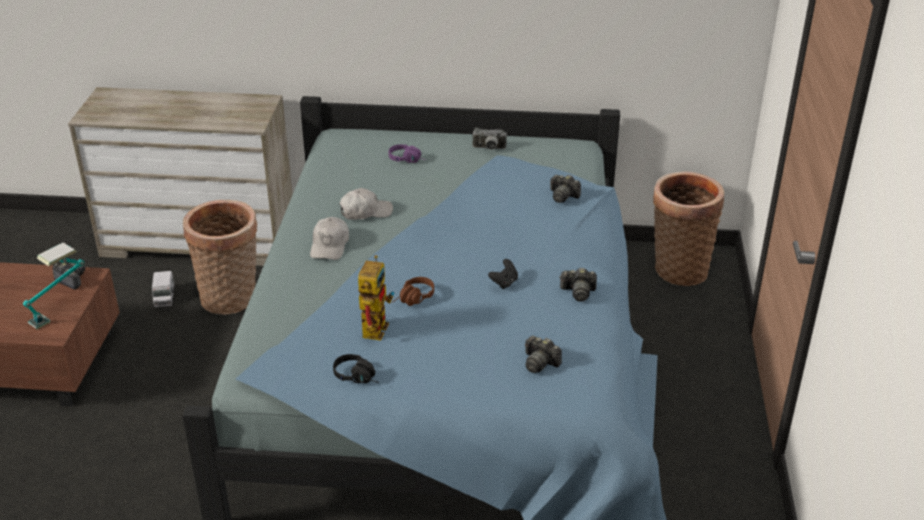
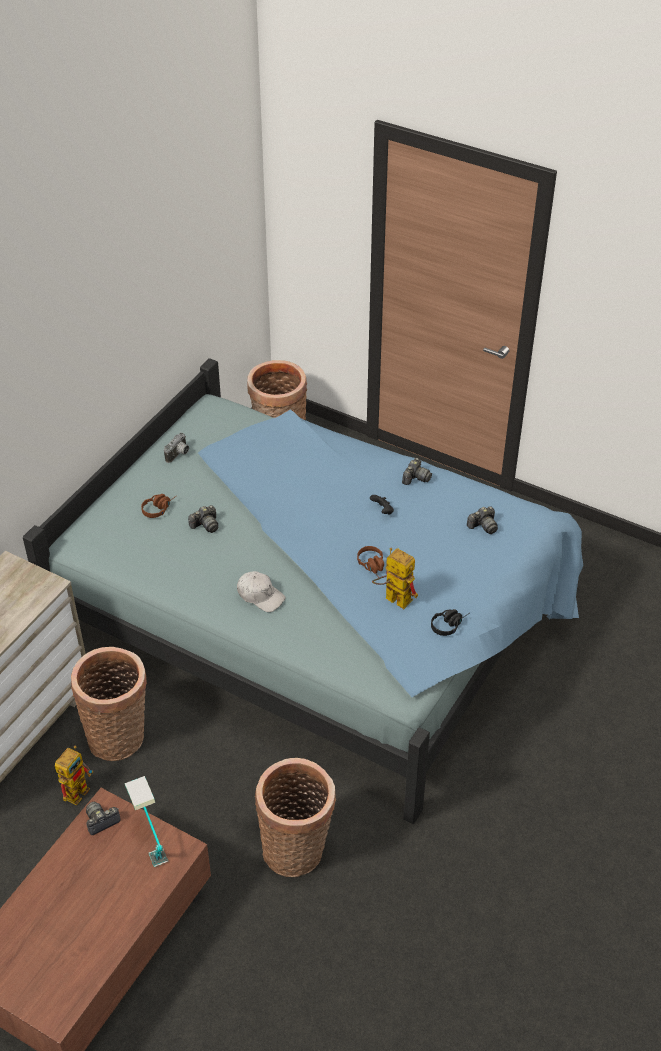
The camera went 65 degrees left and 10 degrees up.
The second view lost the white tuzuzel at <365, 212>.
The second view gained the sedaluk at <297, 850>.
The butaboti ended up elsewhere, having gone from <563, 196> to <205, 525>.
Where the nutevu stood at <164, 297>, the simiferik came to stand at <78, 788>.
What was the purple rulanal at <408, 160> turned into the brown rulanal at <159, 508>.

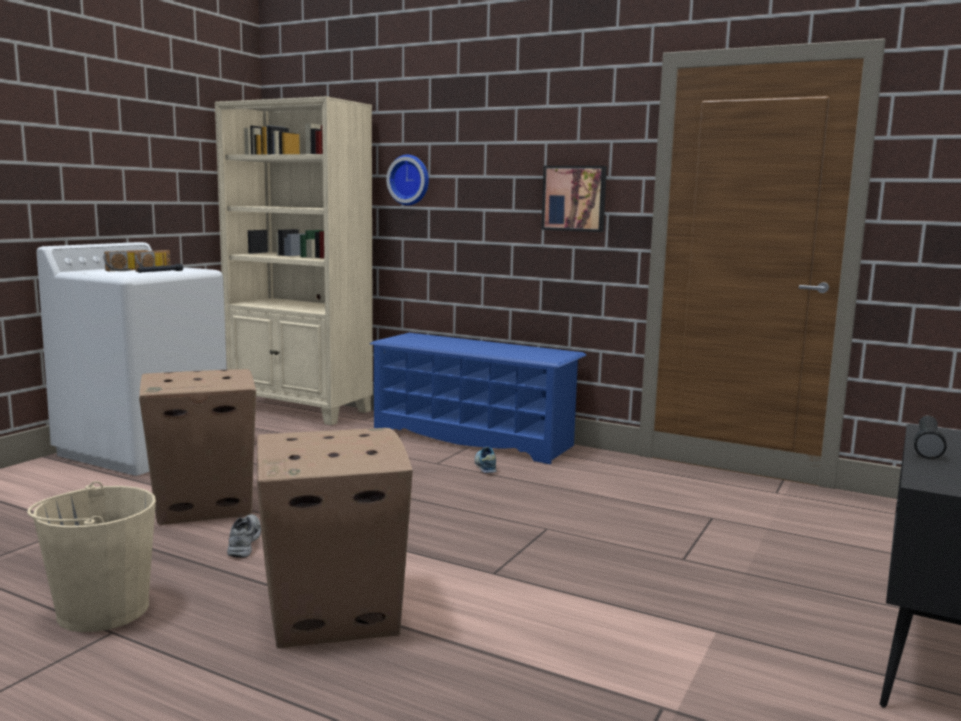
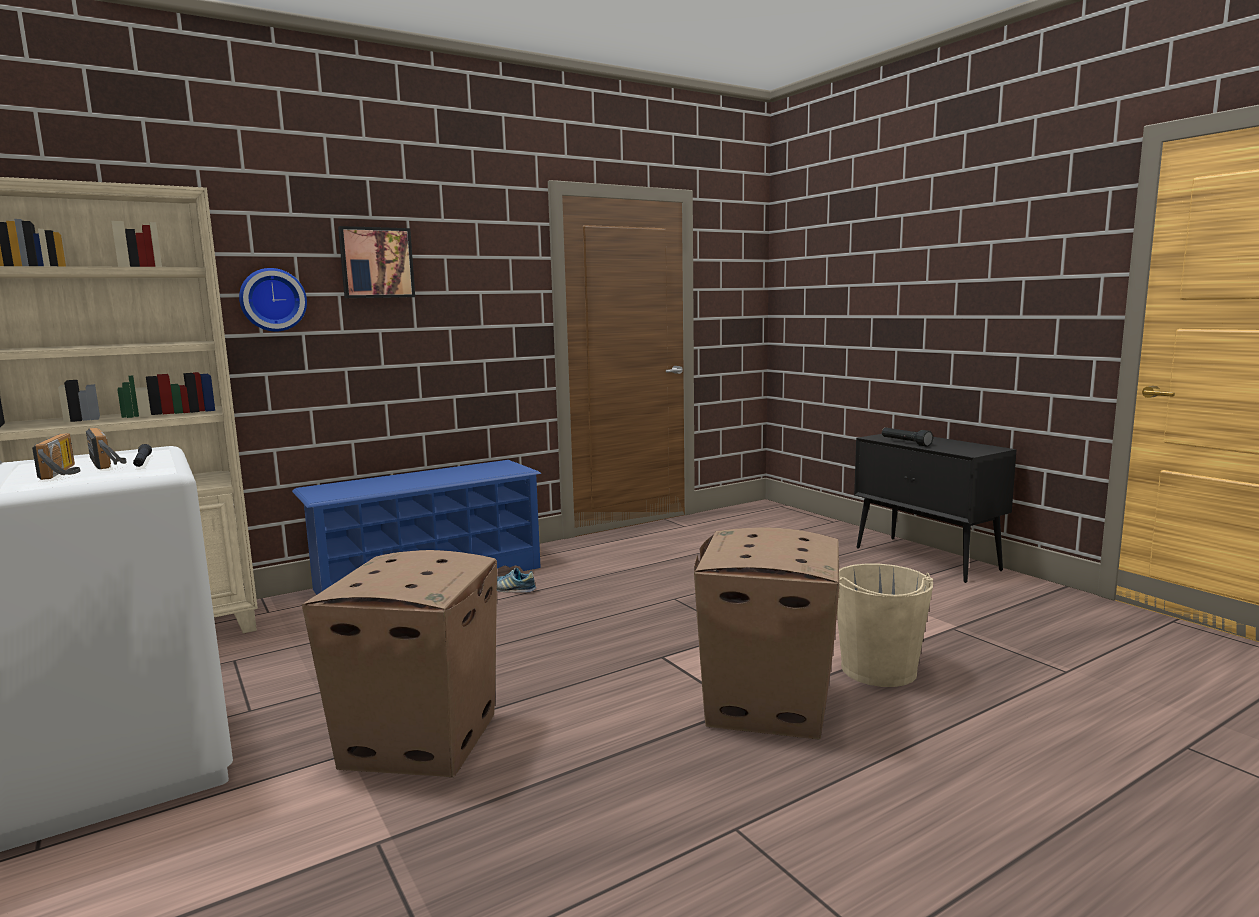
The camera went 60 degrees left and 0 degrees up.
The second view lost the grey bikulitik at <242, 542>.
The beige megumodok ended up elsewhere, having gone from <102, 610> to <878, 670>.
The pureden ended up elsewhere, having gone from <574, 198> to <376, 263>.

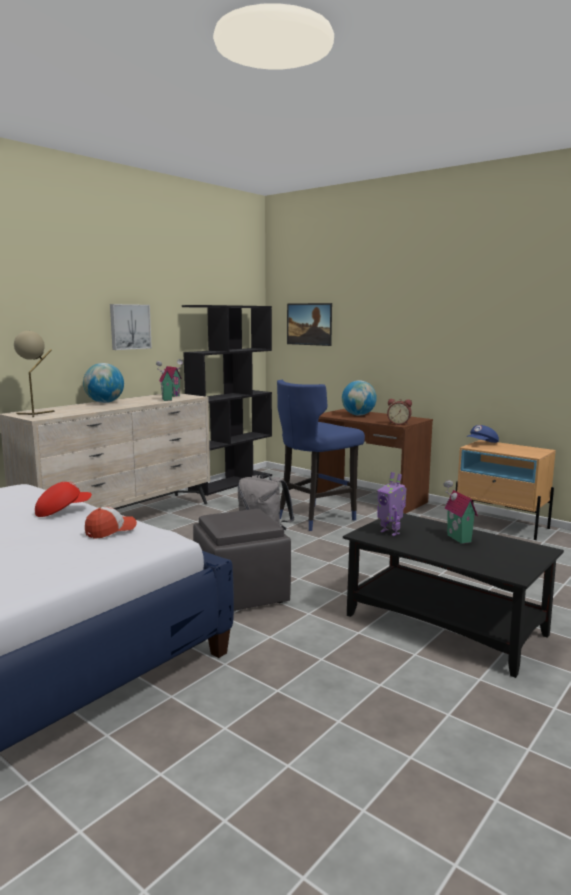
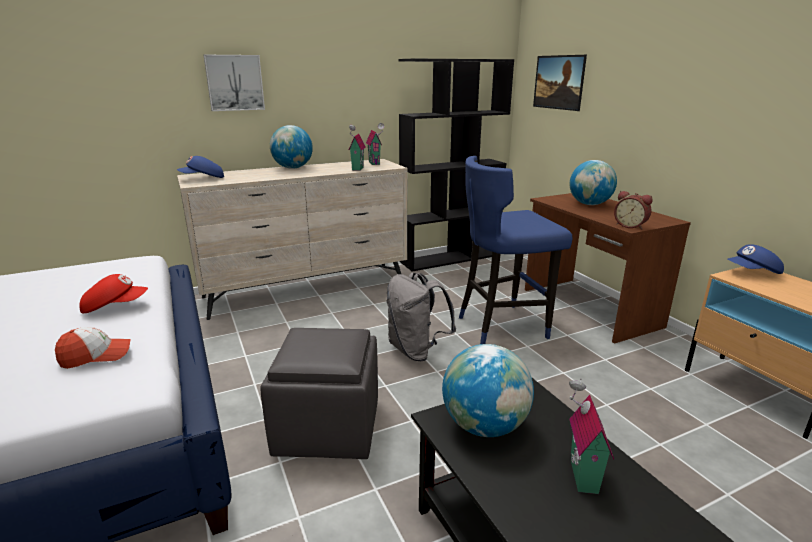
The camera went 25 degrees right and 10 degrees up.
The pureden ended up elsewhere, having gone from <129, 326> to <234, 83>.
Where the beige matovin stood at <36, 414>, the blue tuzuzel came to stand at <203, 179>.
Where the simiferik stood at <390, 532>, the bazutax came to stand at <484, 426>.

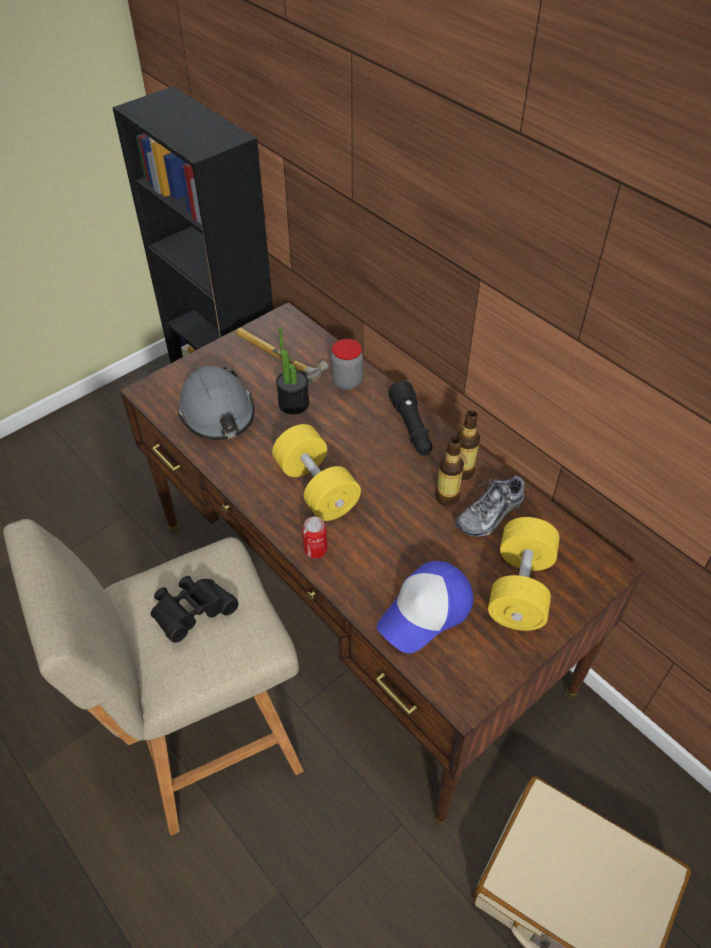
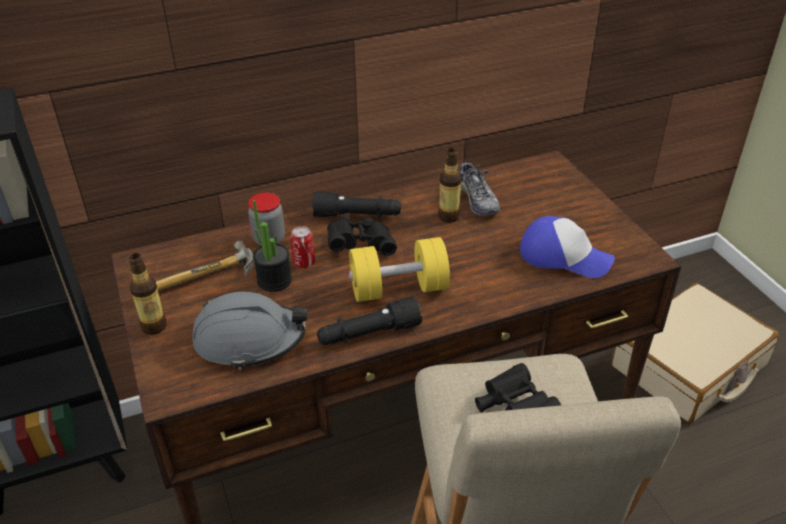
The camera went 70 degrees left and 10 degrees down.
The second view lost the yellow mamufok at <520, 588>.
The second view gained the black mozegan at <369, 334>.
The second view gained the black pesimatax at <360, 245>.
The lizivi ended up elsewhere, having gone from <315, 550> to <304, 263>.
The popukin ended up elsewhere, having gone from <462, 471> to <154, 326>.
The tuzuzel at <426, 612> ended up facing another way, 45 degrees counterclockwise from before.

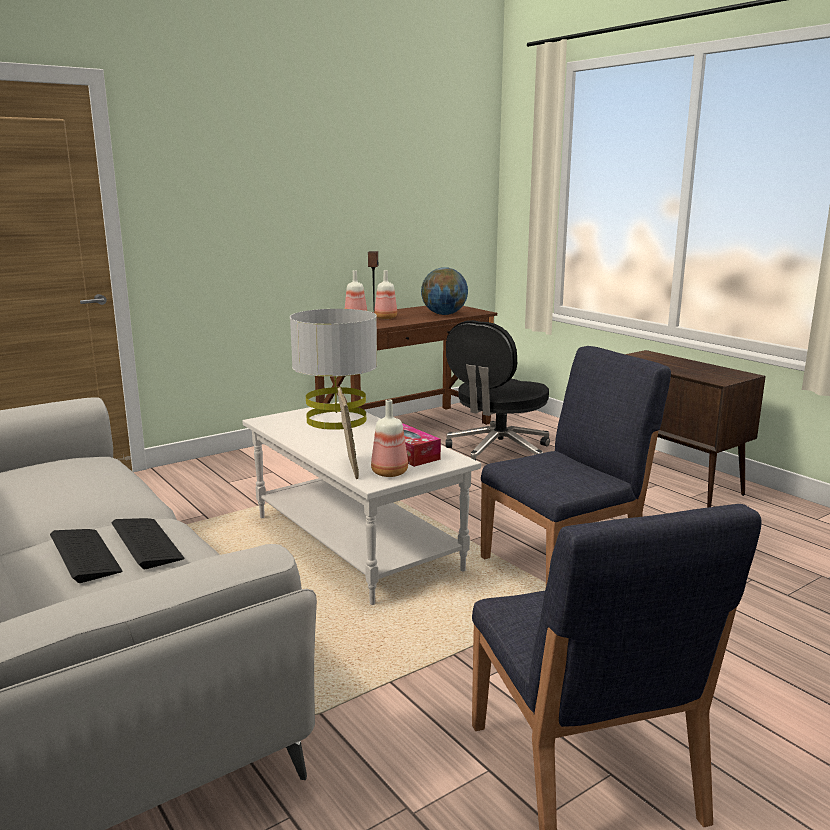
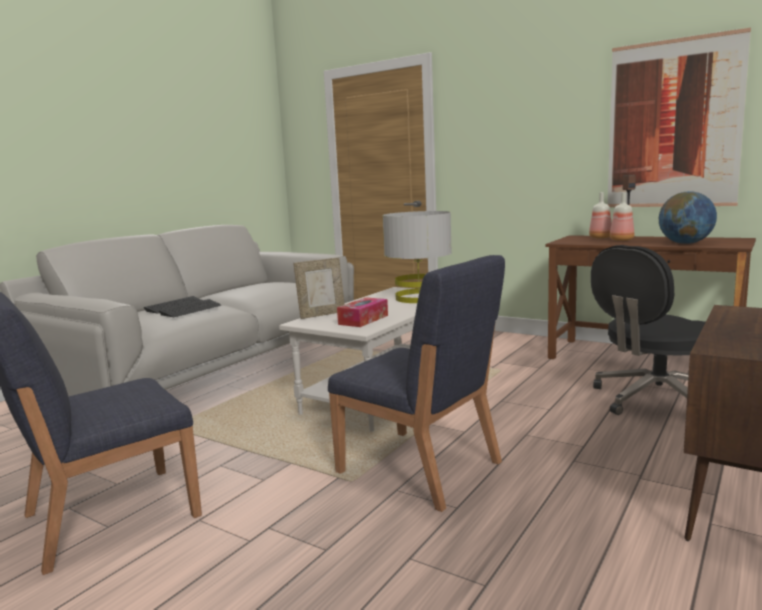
The camera went 70 degrees right and 5 degrees down.
The second view lost the popukin at <390, 473>.
The second view gained the pureden at <673, 124>.
The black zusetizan at <497, 452> ended up facing another way, 45 degrees counterclockwise from before.

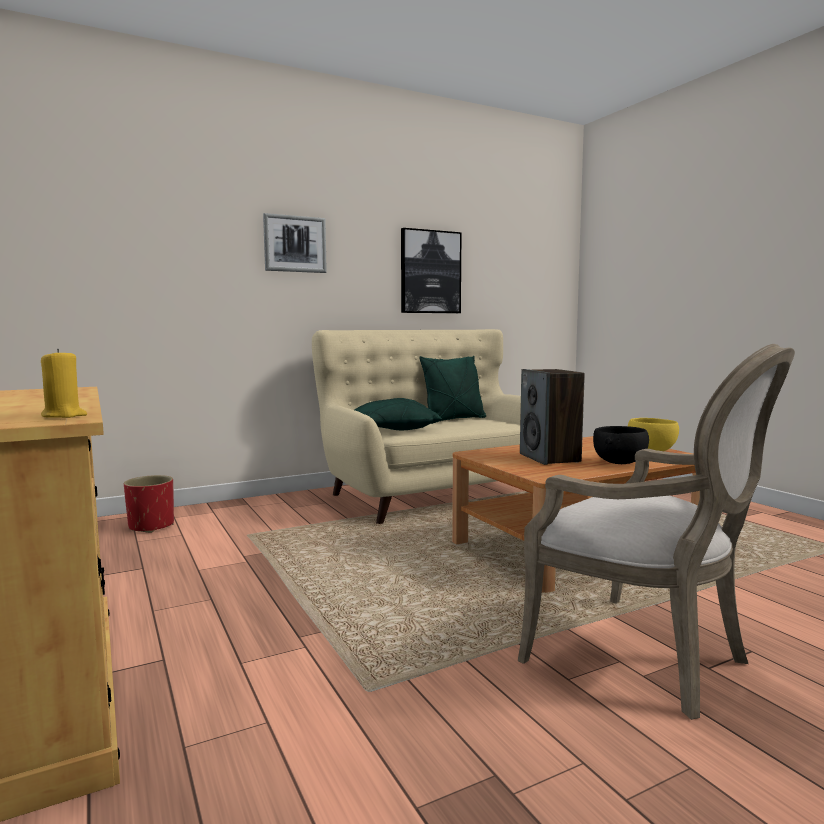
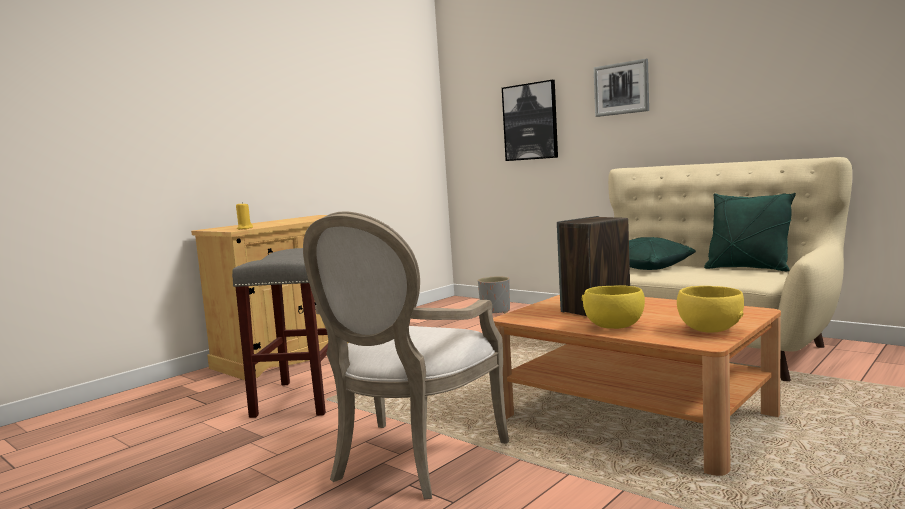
The camera went 70 degrees right and 0 degrees up.
The second view gained the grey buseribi at <301, 397>.
The pureden ended up elsewhere, having gone from <430, 272> to <530, 121>.
What was the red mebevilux at <151, 526> turned into the grey mebevilux at <495, 311>.
What was the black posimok at <620, 462> turned into the yellow posimok at <614, 326>.

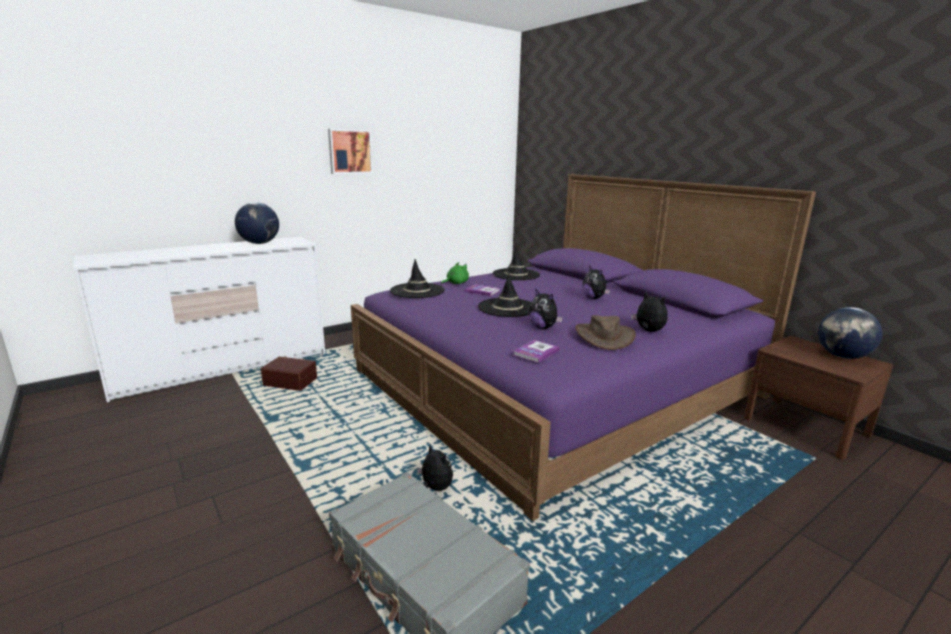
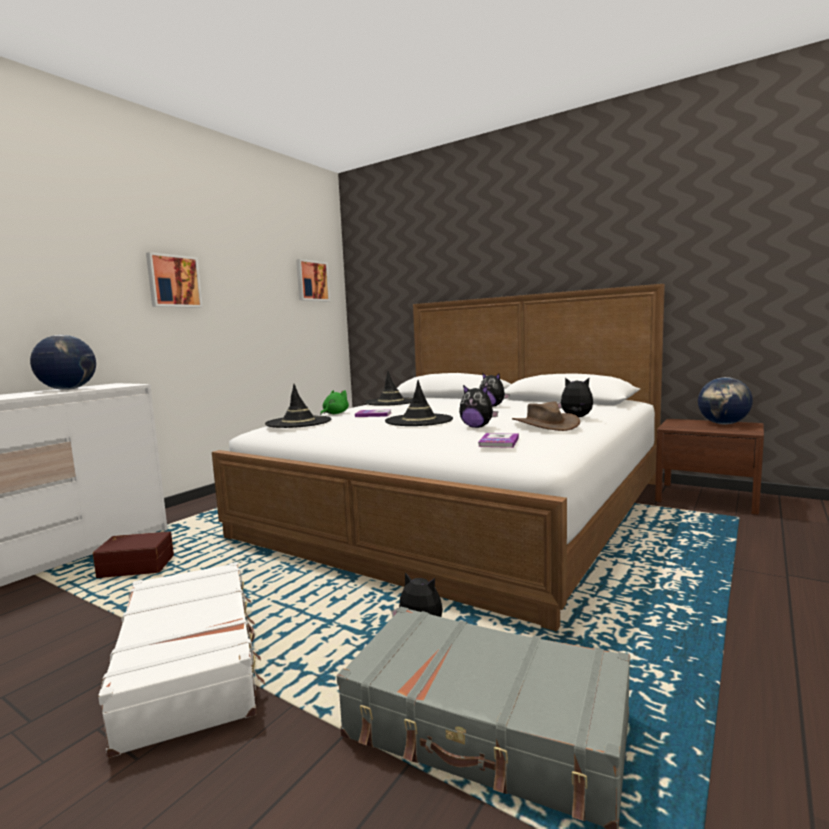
The camera went 20 degrees left and 10 degrees down.
The second view gained the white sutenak at <191, 664>.
The second view gained the pureden at <311, 281>.
What was the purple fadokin at <554, 382> turned into the white fadokin at <462, 507>.

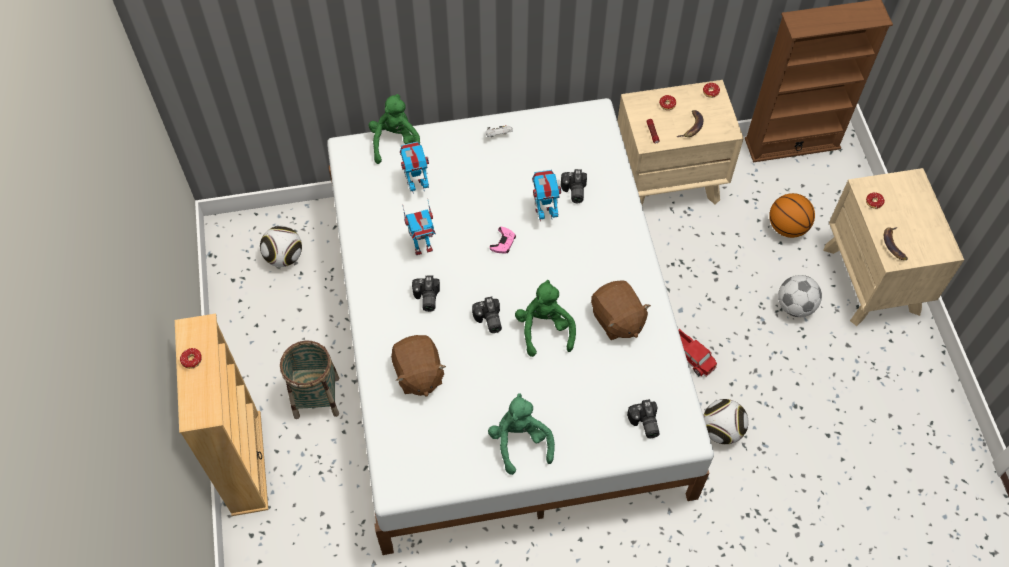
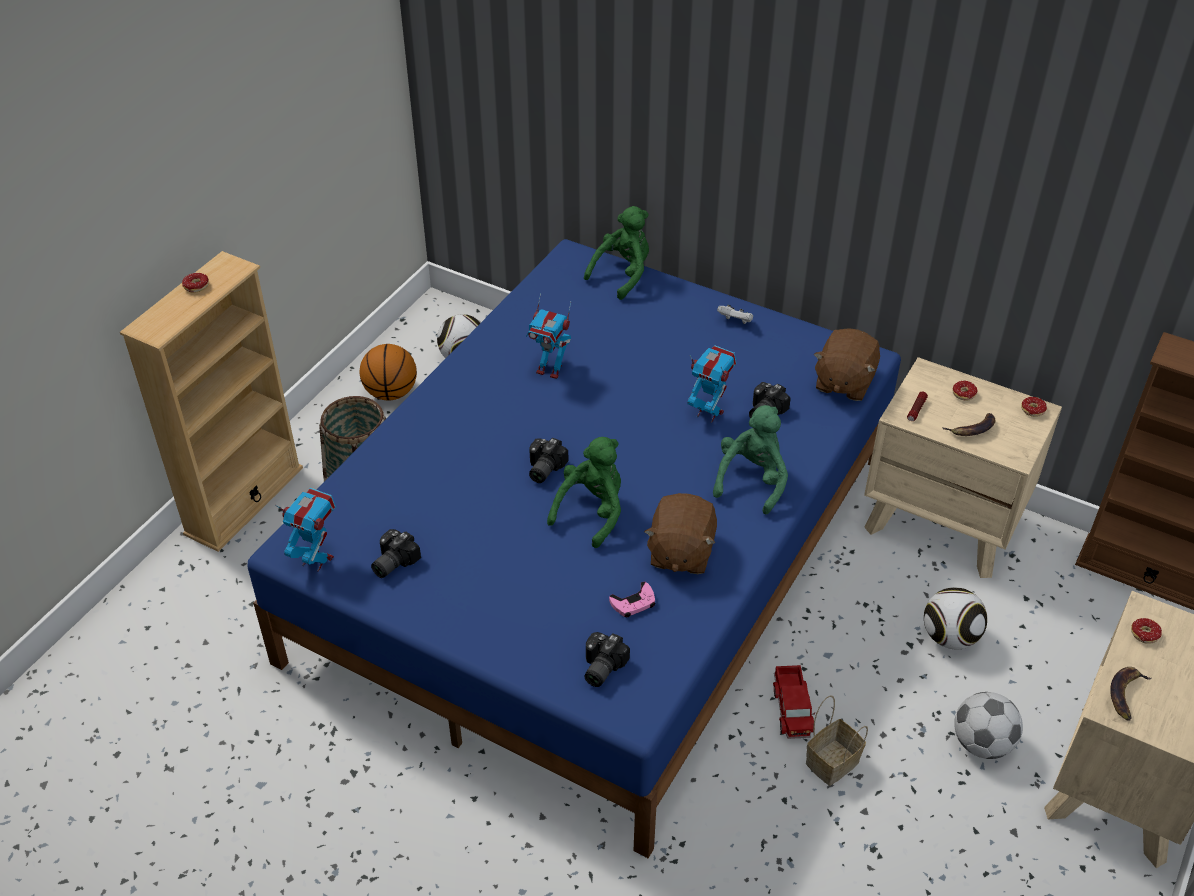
The camera went 40 degrees right and 15 degrees down.
The second view gained the sedaluk at <832, 764>.
The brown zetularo ended up elsewhere, having gone from <418, 374> to <843, 382>.
The simiferik ended up elsewhere, having gone from <417, 186> to <316, 560>.
The butaboti ended up elsewhere, having gone from <426, 298> to <391, 562>.
The green zetularo ended up elsewhere, having gone from <520, 441> to <752, 480>.
The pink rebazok ended up elsewhere, having gone from <503, 242> to <633, 603>.
The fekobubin ended up elsewhere, having gone from <721, 430> to <949, 636>.
The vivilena ended up elsewhere, having gone from <787, 227> to <391, 392>.
What was the white fadokin at <505, 339> turned into the blue fadokin at <598, 557>.

